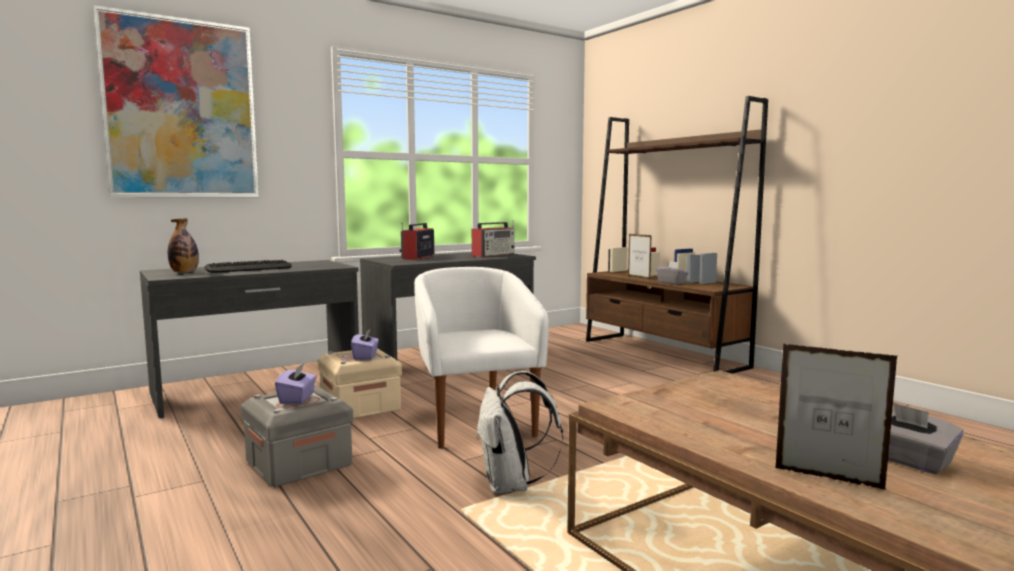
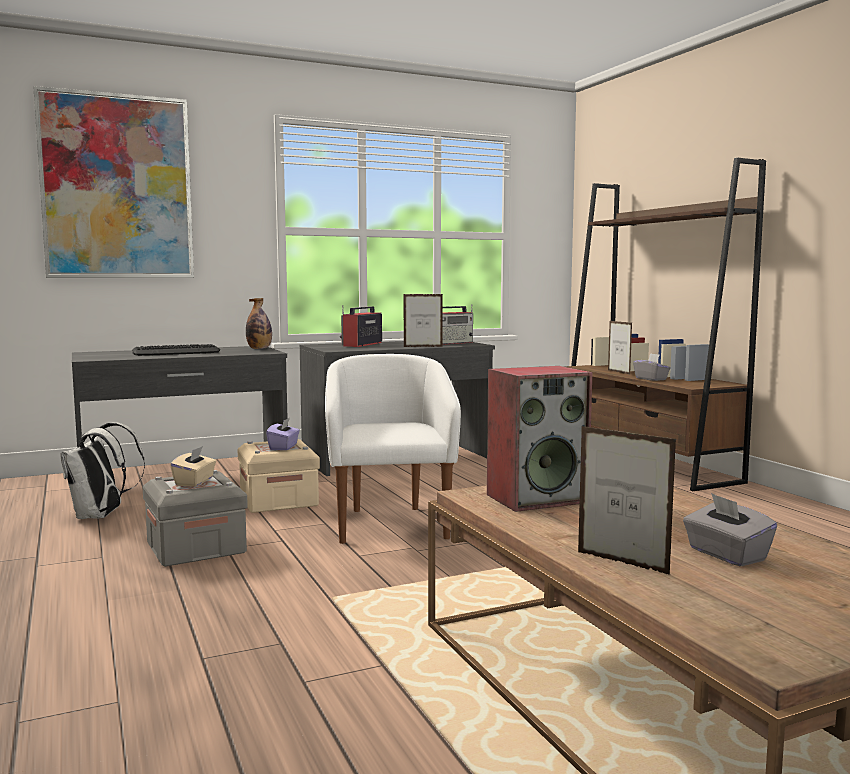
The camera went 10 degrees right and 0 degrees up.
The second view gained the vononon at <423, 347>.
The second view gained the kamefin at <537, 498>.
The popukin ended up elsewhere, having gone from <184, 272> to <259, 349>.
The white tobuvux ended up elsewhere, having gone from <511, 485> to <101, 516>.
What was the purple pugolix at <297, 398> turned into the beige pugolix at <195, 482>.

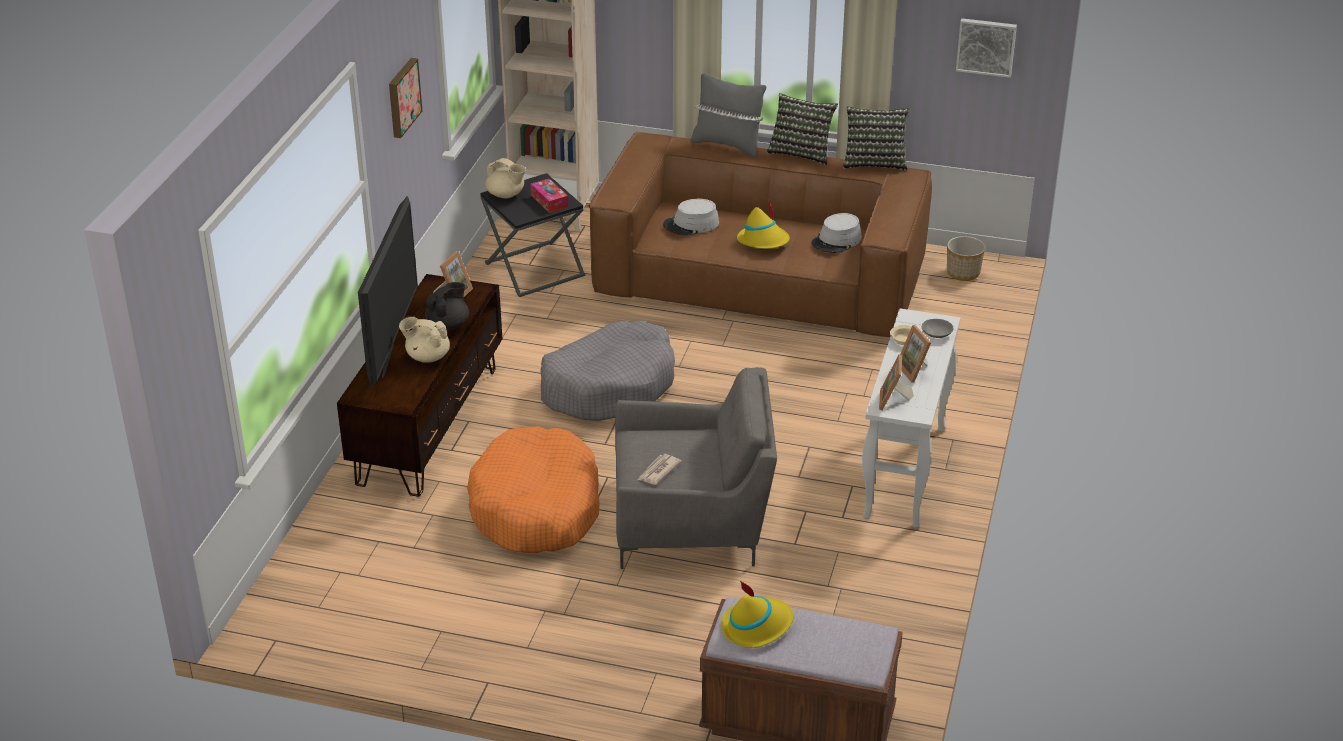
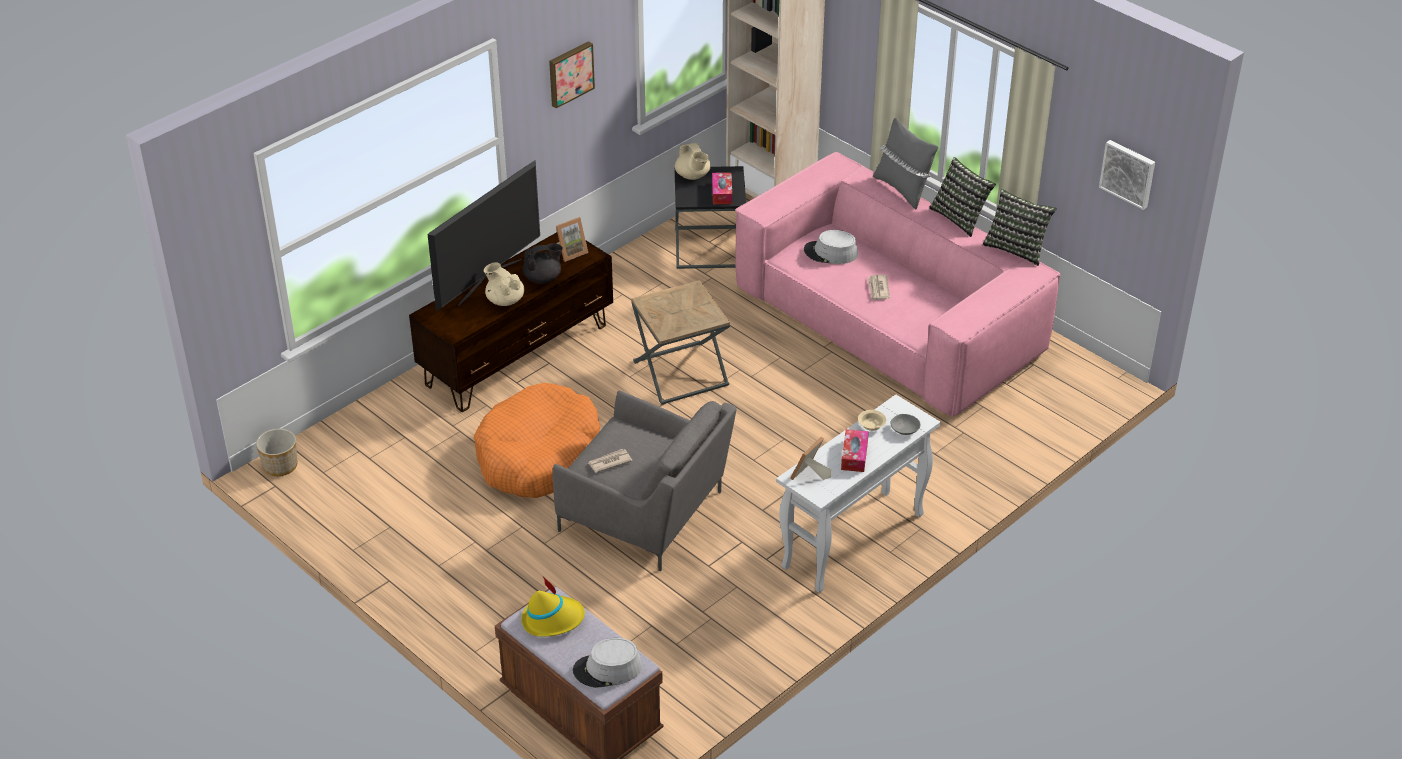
The camera went 30 degrees right and 5 degrees up.
The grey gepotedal ended up elsewhere, having gone from <836, 241> to <607, 669>.
The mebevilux ended up elsewhere, having gone from <963, 272> to <281, 465>.
Where the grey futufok stood at <609, 386>, the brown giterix came to stand at <680, 373>.
Where the yellow gepotedal stood at <763, 241>, the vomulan came to stand at <878, 289>.
Where the vononon stood at <915, 371>, the pugolix came to stand at <854, 456>.
What was the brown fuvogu at <760, 278> turned into the pink fuvogu at <889, 321>.

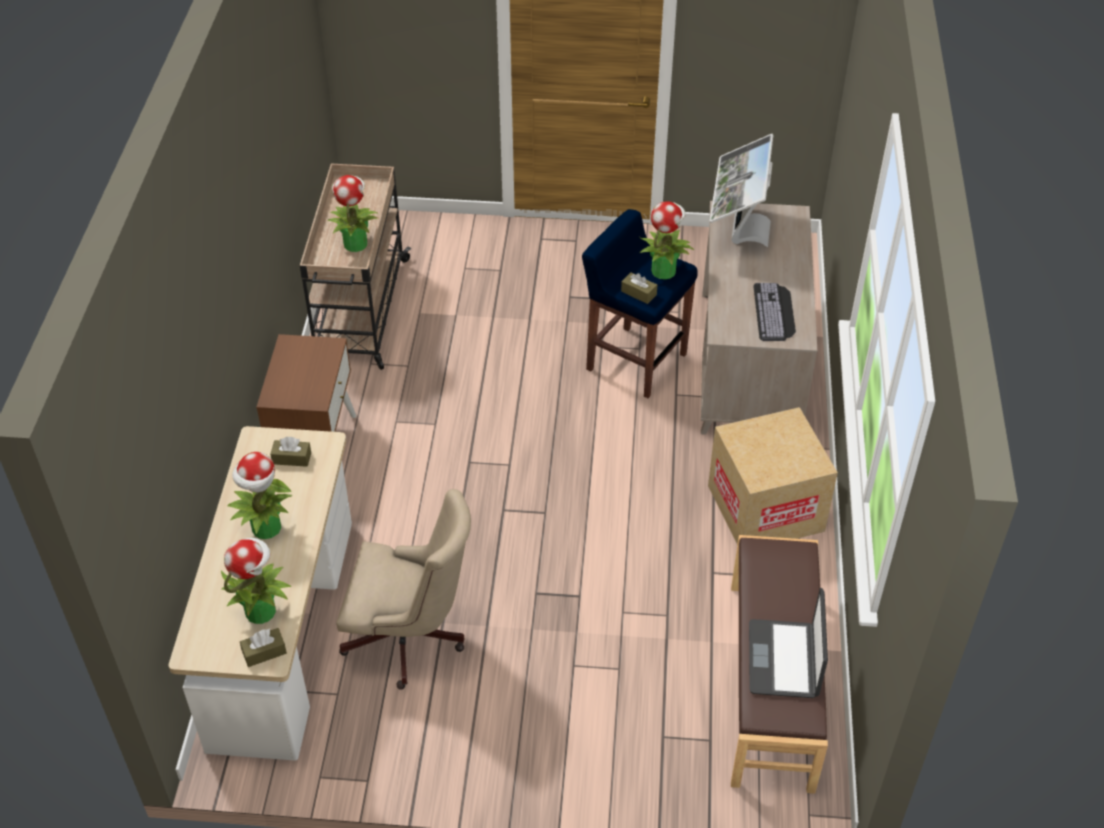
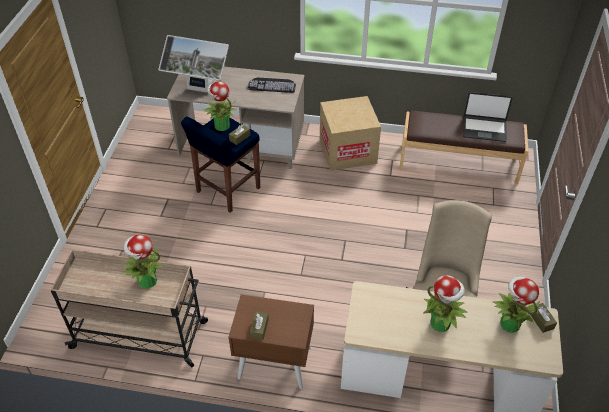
The camera went 85 degrees left and 0 degrees up.
The brown pugolix ended up elsewhere, having gone from <292, 458> to <259, 328>.

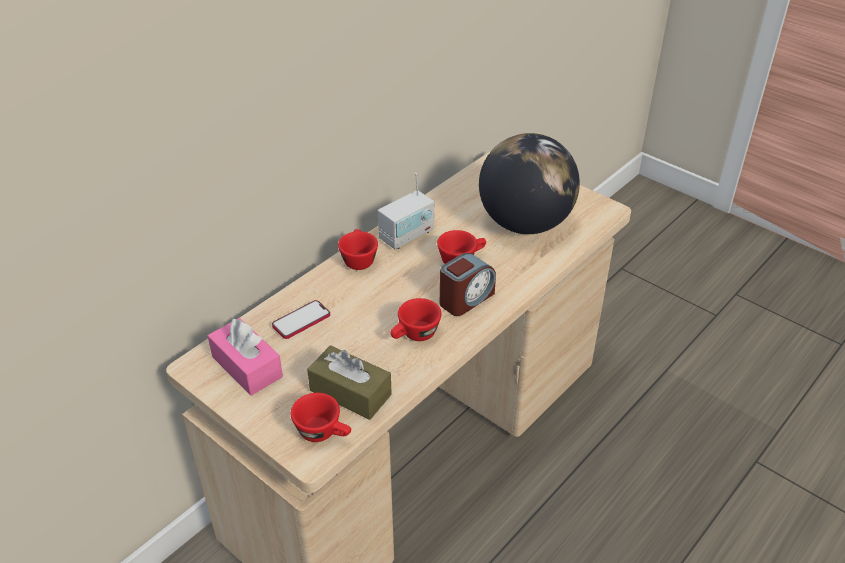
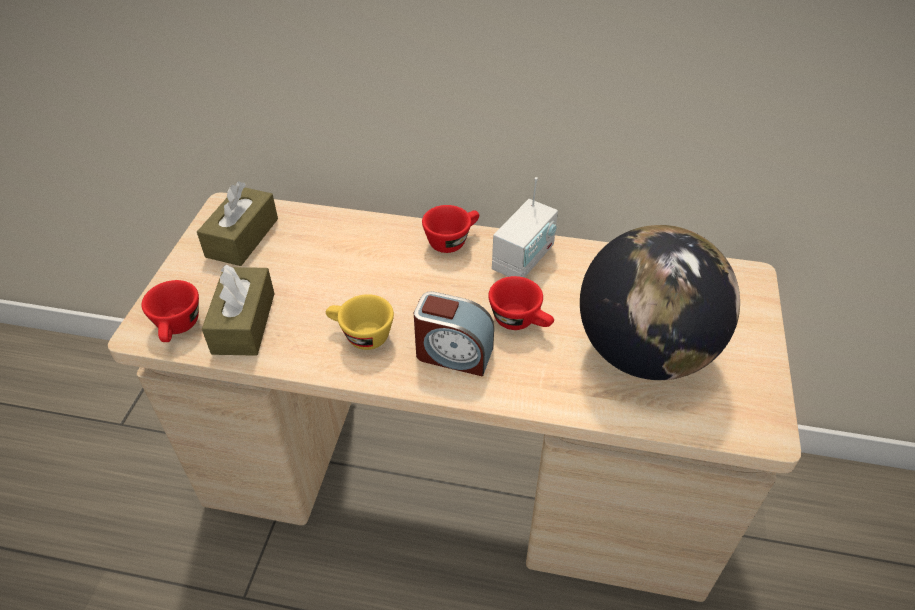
The camera went 60 degrees right and 5 degrees up.
The second view lost the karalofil at <301, 320>.
What was the pink pugolix at <247, 367> turned into the brown pugolix at <242, 238>.
What was the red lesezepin at <414, 335> turned into the yellow lesezepin at <360, 336>.
The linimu at <407, 235> ended up facing another way, 75 degrees counterclockwise from before.

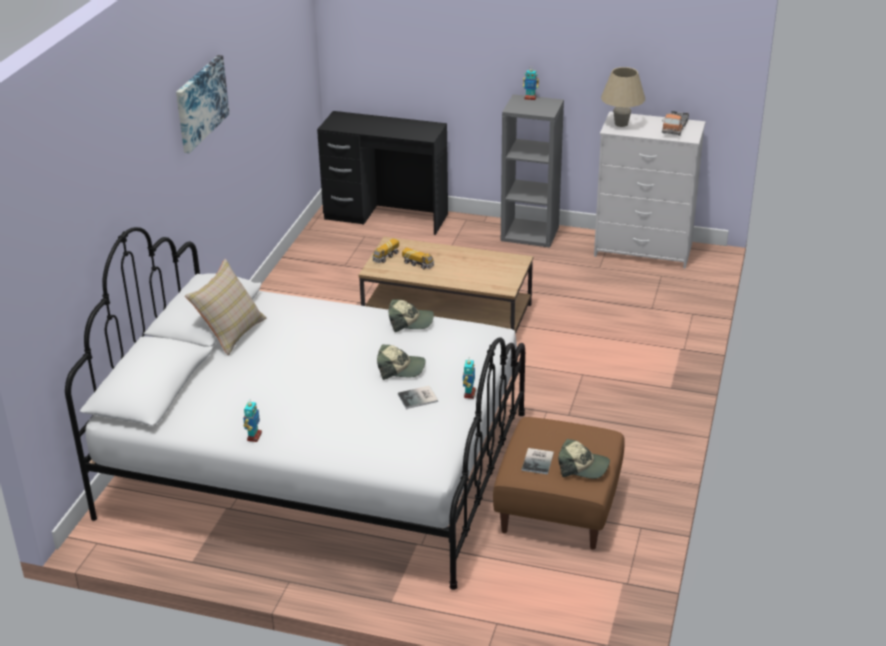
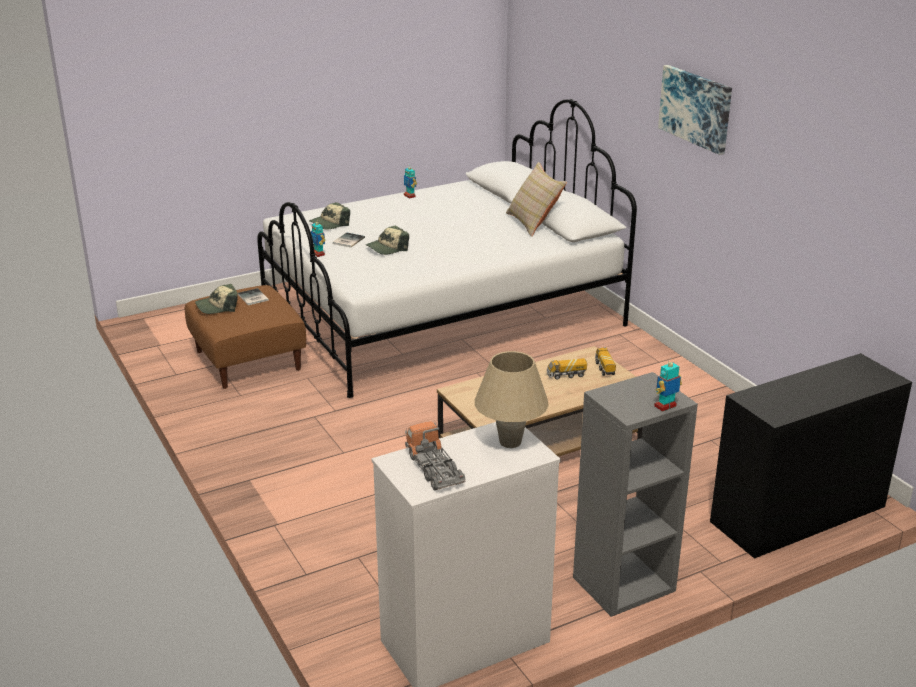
The camera went 135 degrees right and 5 degrees down.
The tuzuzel ended up elsewhere, having gone from <410, 322> to <329, 224>.

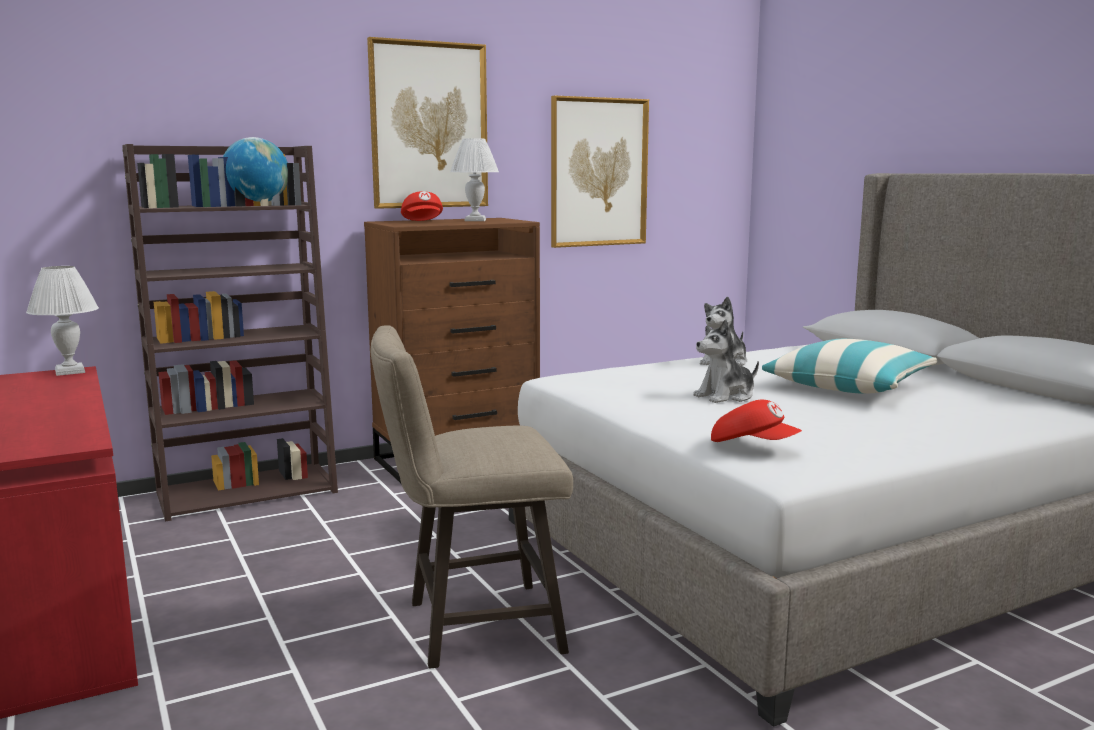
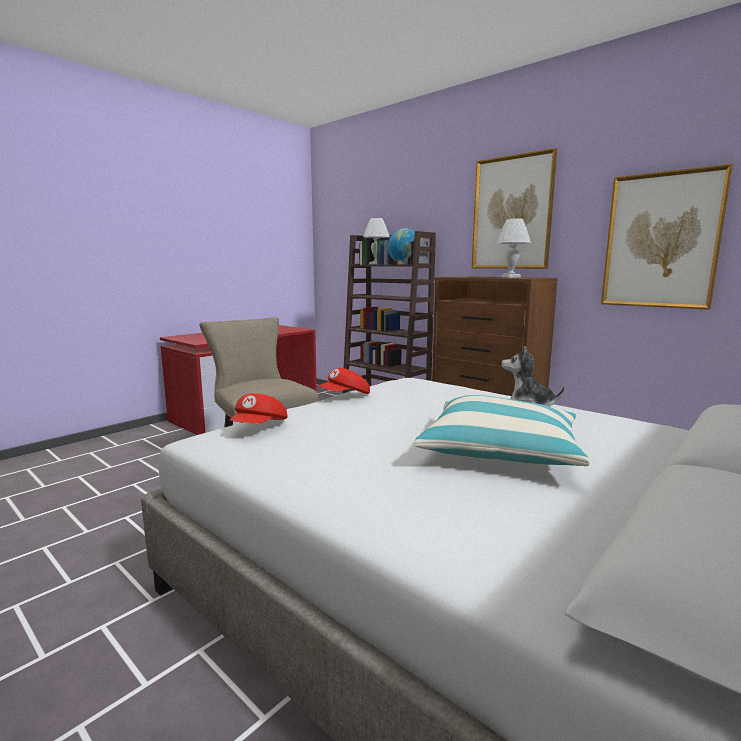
The camera went 70 degrees right and 0 degrees up.
The second view lost the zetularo at <726, 396>.
The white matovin ended up elsewhere, having gone from <69, 371> to <376, 264>.
The red tuzuzel ended up elsewhere, having gone from <423, 222> to <345, 396>.

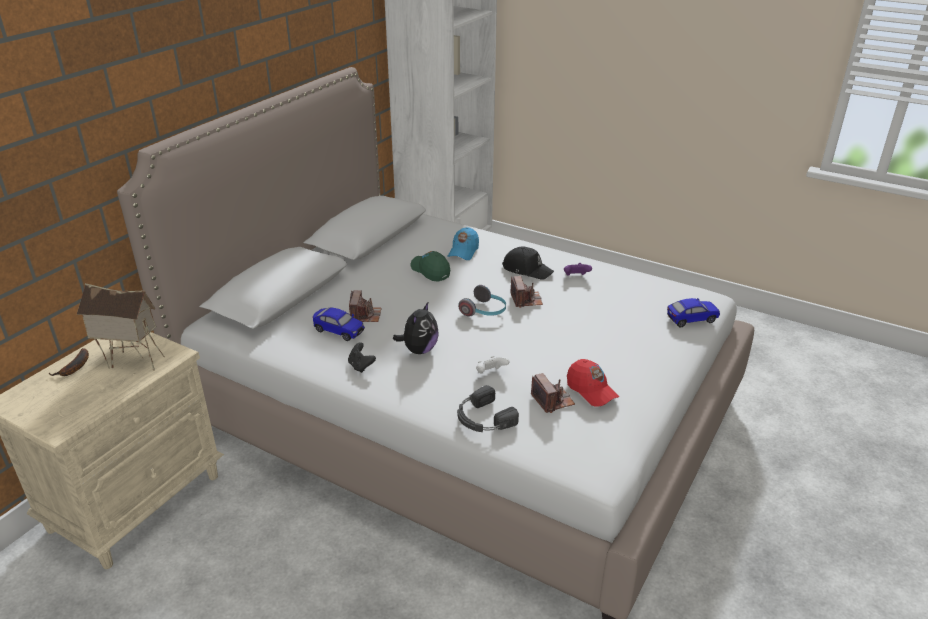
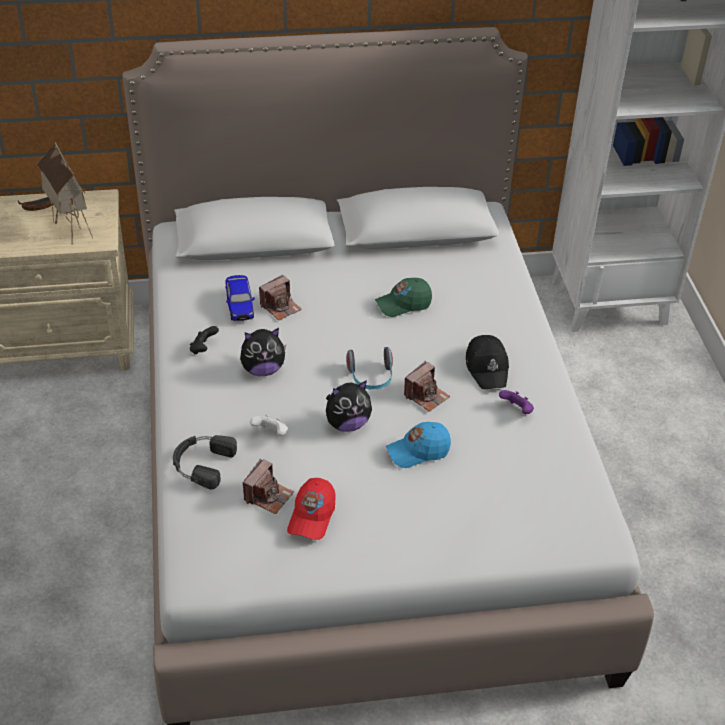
The camera went 50 degrees right and 10 degrees up.
The second view lost the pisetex at <691, 319>.
The second view gained the zetularo at <347, 424>.
The blue tuzuzel ended up elsewhere, having gone from <463, 251> to <418, 451>.
The green tuzuzel at <430, 271> ended up facing another way, 120 degrees counterclockwise from before.

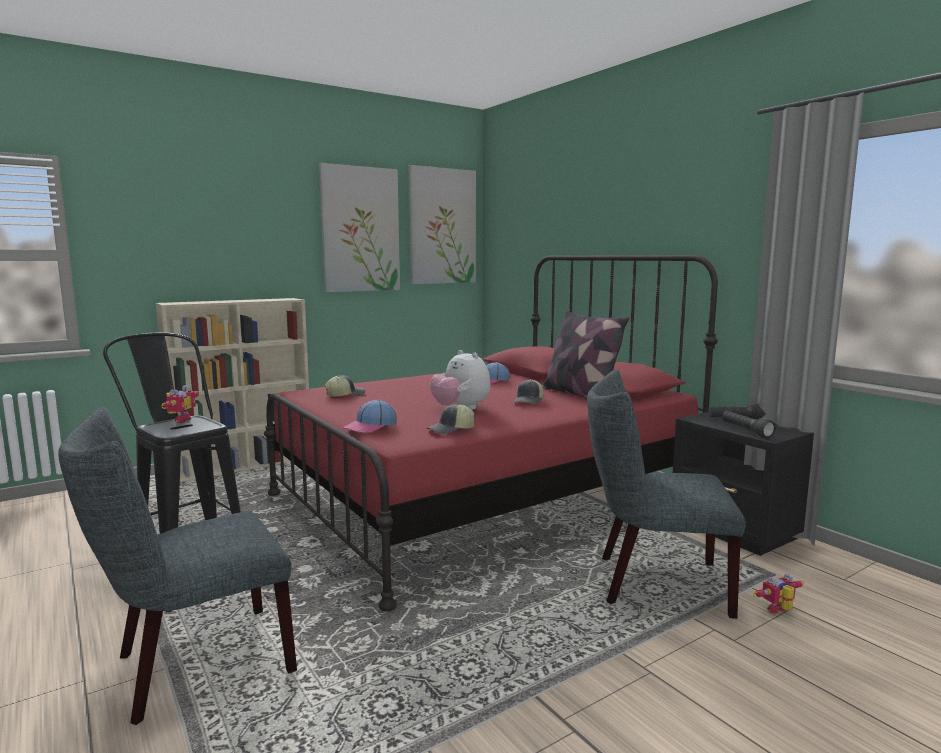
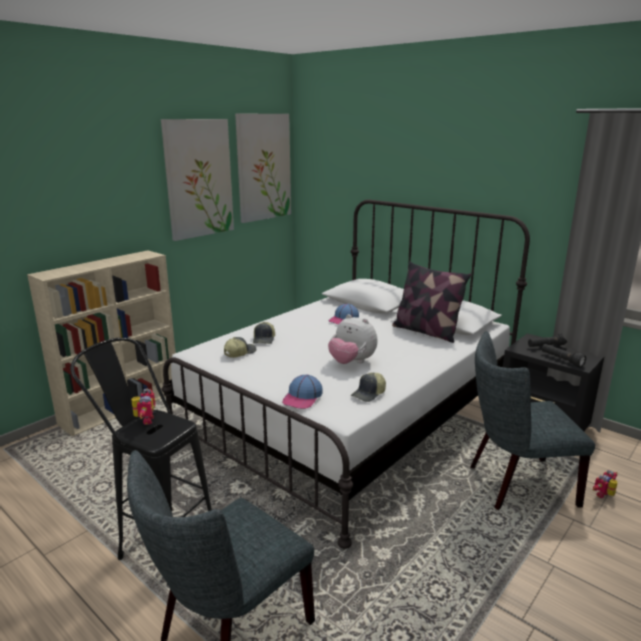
The camera went 15 degrees left and 10 degrees up.
The tuzuzel ended up elsewhere, having gone from <529, 401> to <264, 339>.
What was the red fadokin at <483, 498> turned into the white fadokin at <350, 418>.

